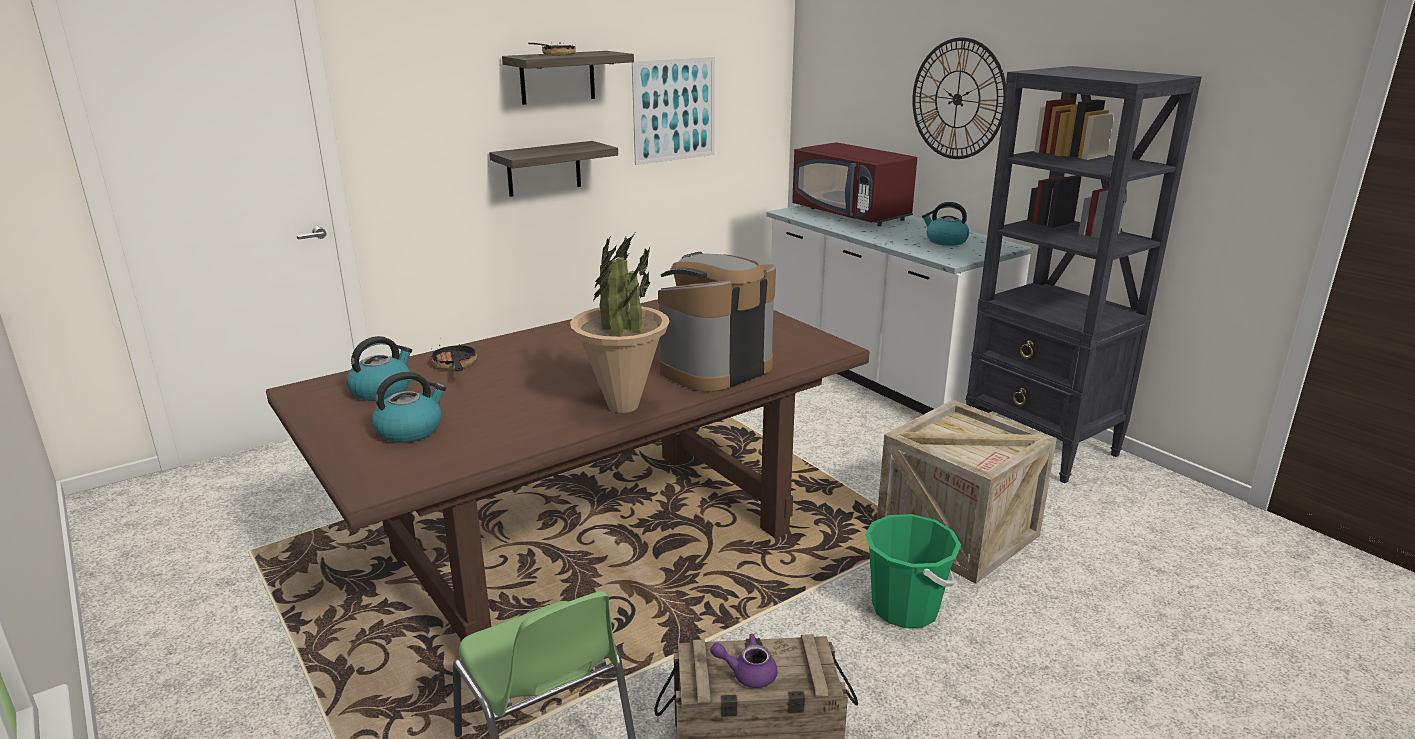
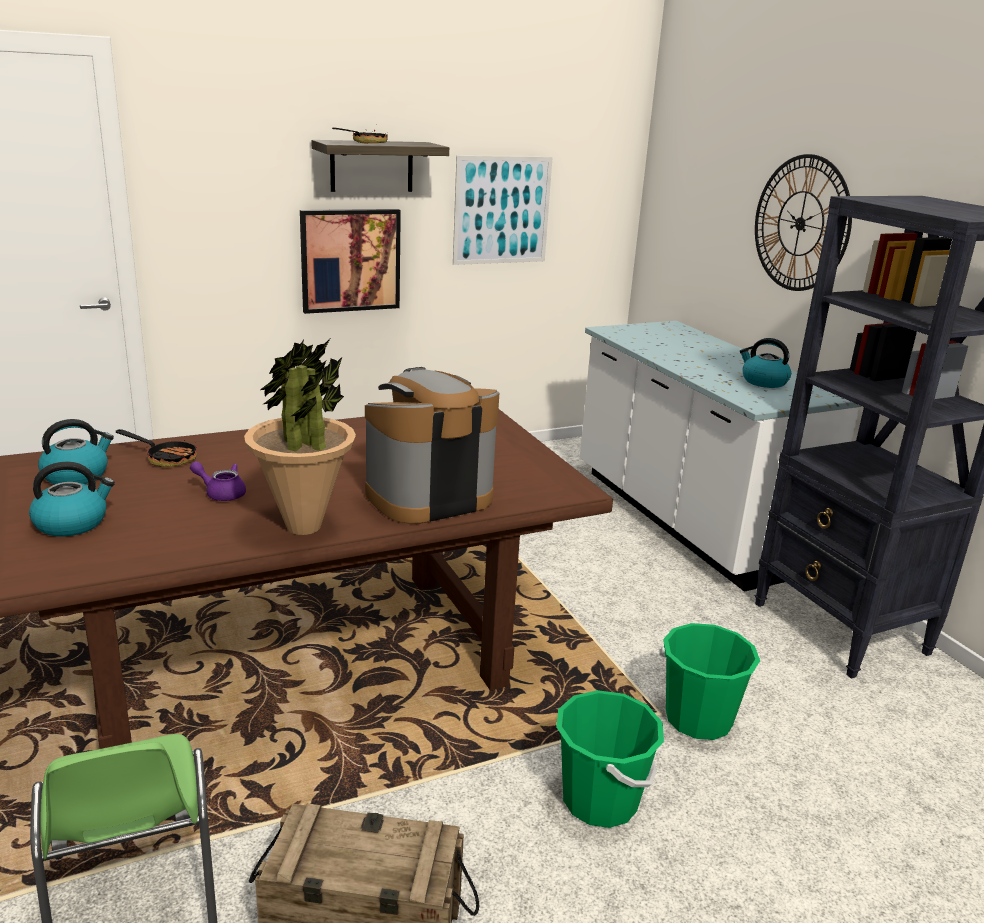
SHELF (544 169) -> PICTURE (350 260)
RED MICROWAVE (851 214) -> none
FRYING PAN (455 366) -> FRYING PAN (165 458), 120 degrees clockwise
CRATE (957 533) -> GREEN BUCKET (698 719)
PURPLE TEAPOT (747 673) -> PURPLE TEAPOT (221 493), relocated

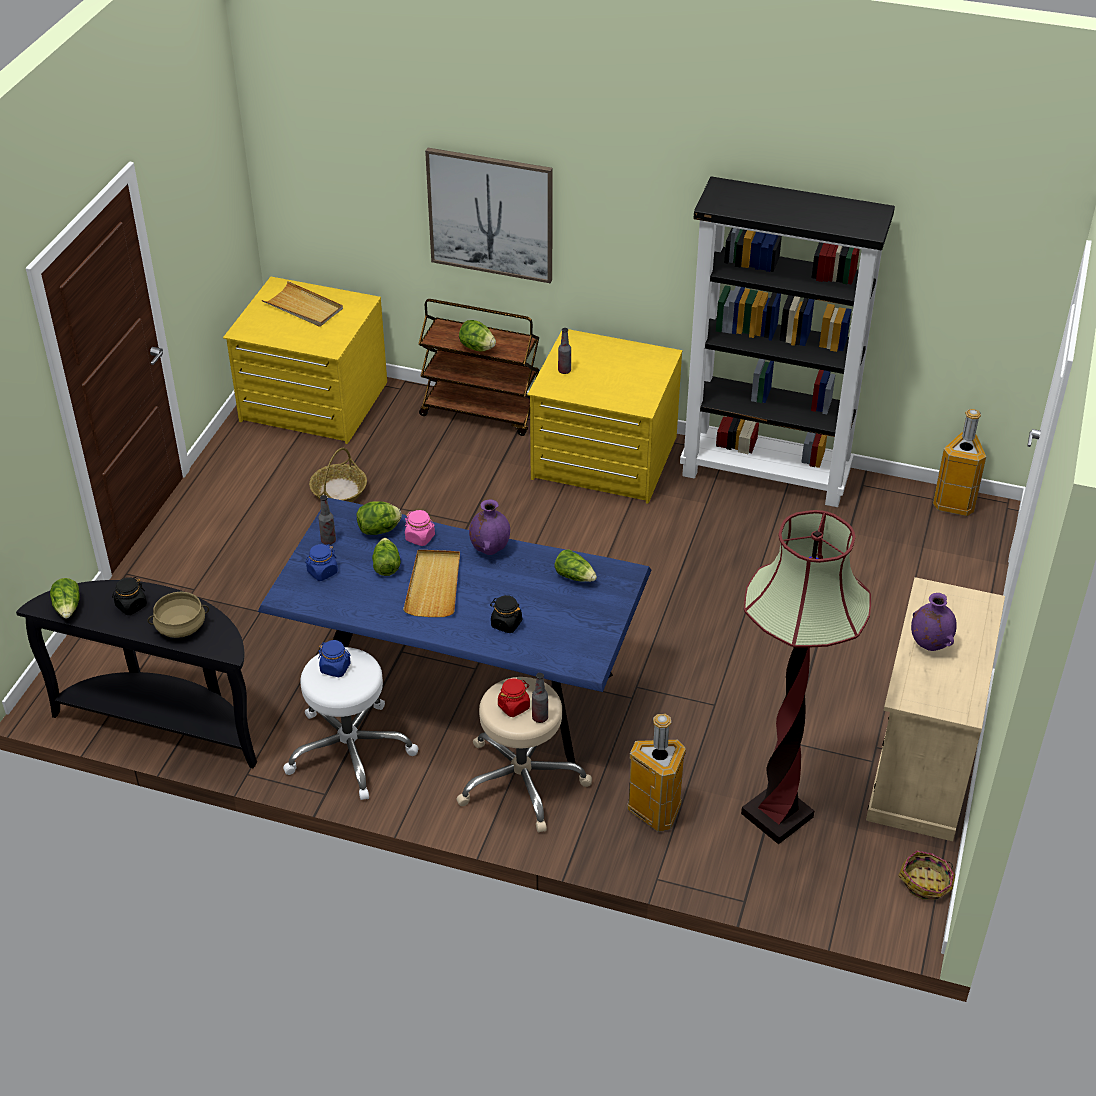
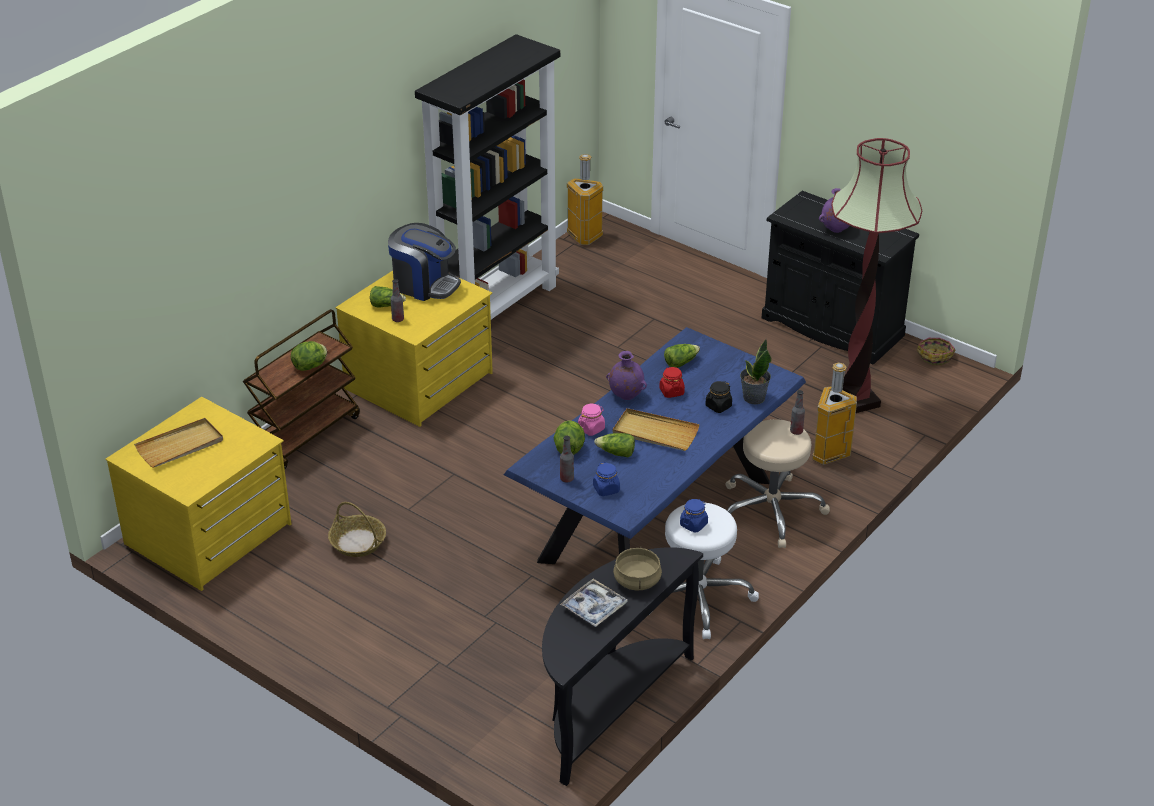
PICTURE (491 214) -> none
BLACK JAR (131 606) -> TRAY (594 608)
BEIGE CABINET (922 763) -> BLACK CABINET (832 327)
LETTUCE (68 608) -> LETTUCE (386 305), relocated
RED JAR (514 706) -> RED JAR (671 391), relocated
none -> COFFEE MACHINE (424 284)
none -> POTTED PLANT (753 397)

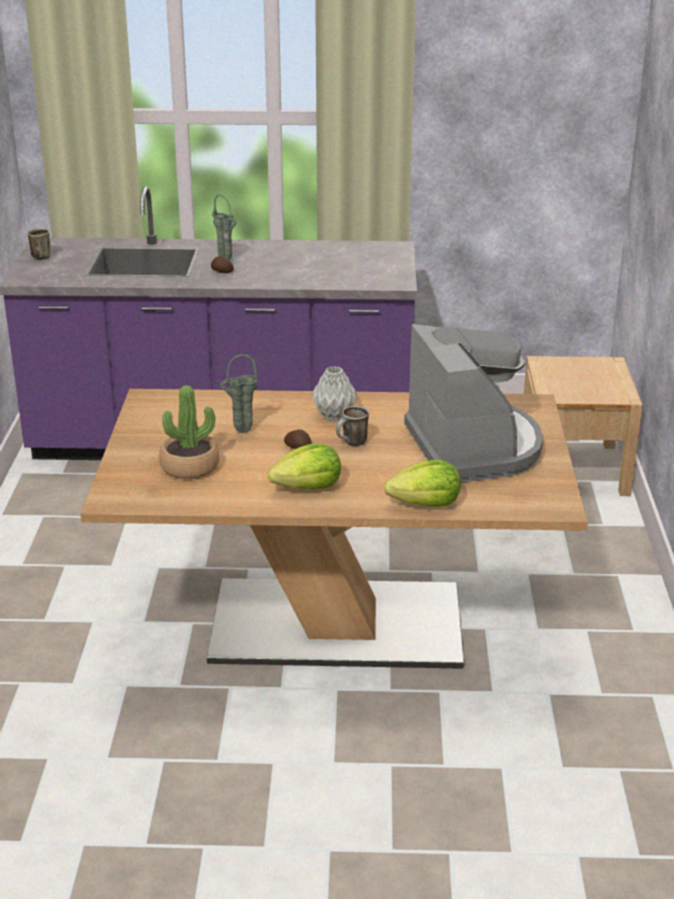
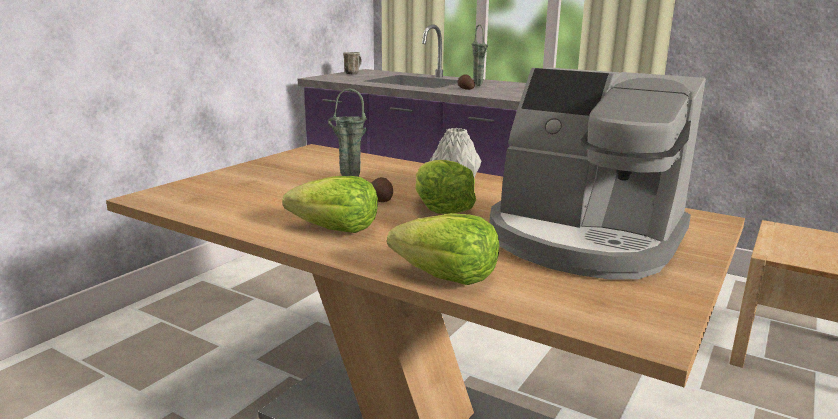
COFFEE MACHINE (474 447) -> COFFEE MACHINE (583 240), 105 degrees clockwise
POTTED PLANT (190 467) -> none
MUG (352 443) -> LETTUCE (441 208)

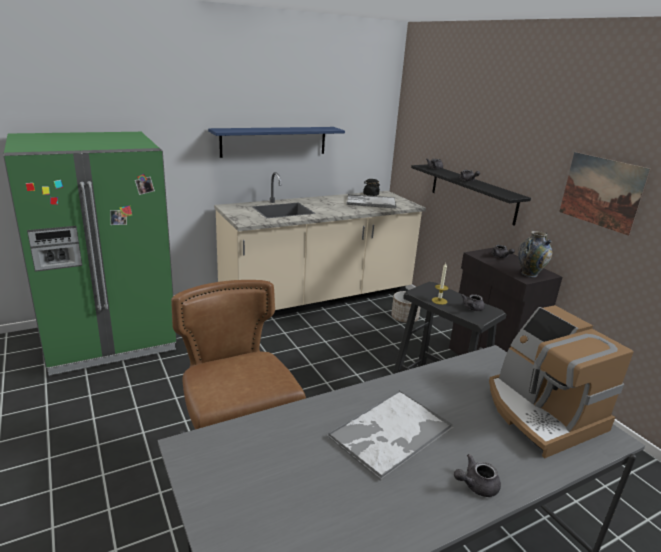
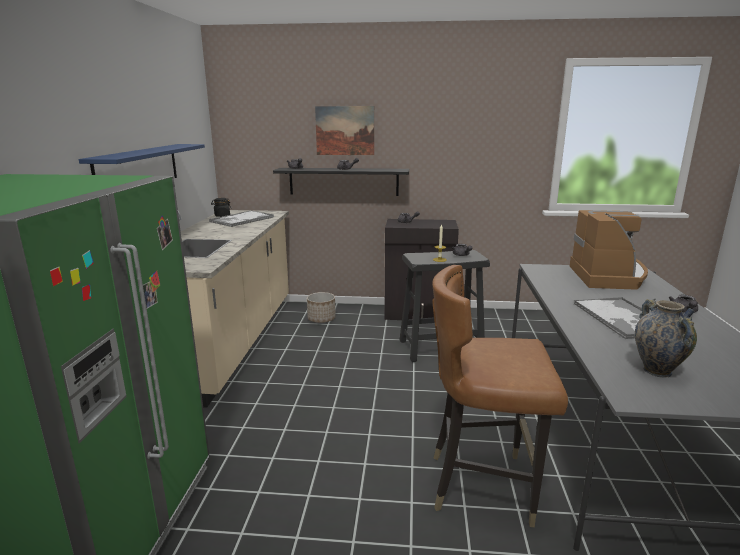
PICTURE (601 192) -> PICTURE (345 130), relocated
VASE (529 274) -> VASE (657 371), relocated
COFFEE MACHINE (540 413) -> COFFEE MACHINE (609 276), 90 degrees counterclockwise

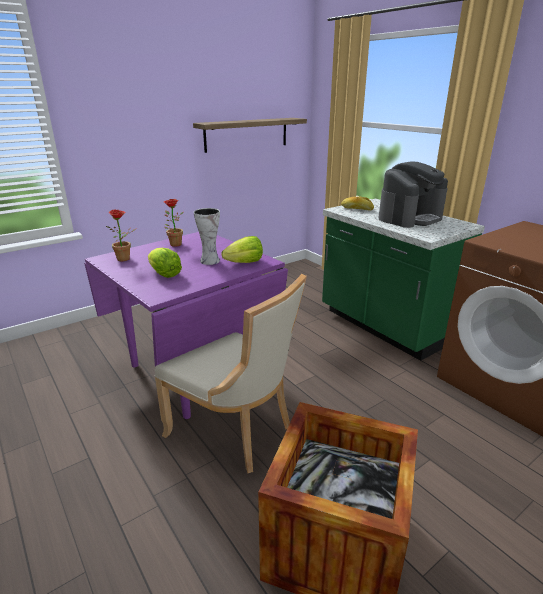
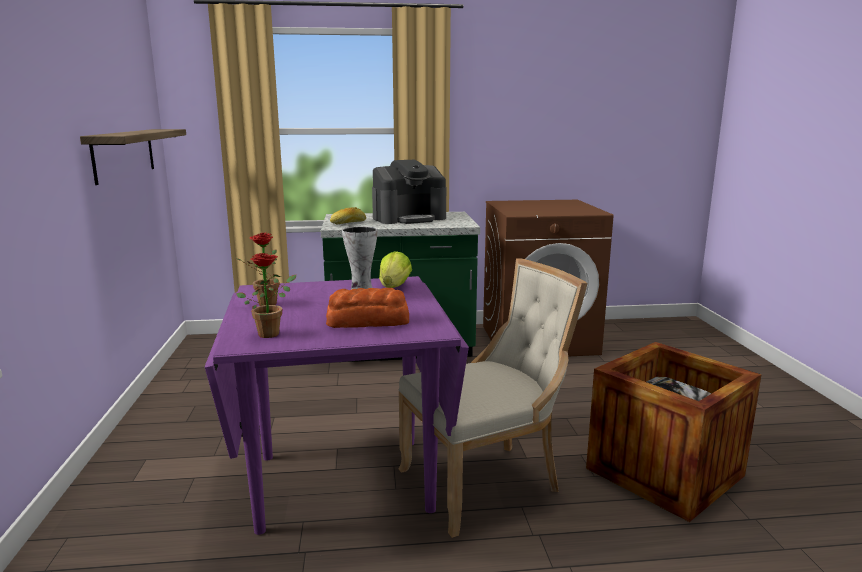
COFFEE MACHINE (410 218) -> COFFEE MACHINE (409 218), 75 degrees clockwise
LETTUCE (164 274) -> BREAD (369 321)

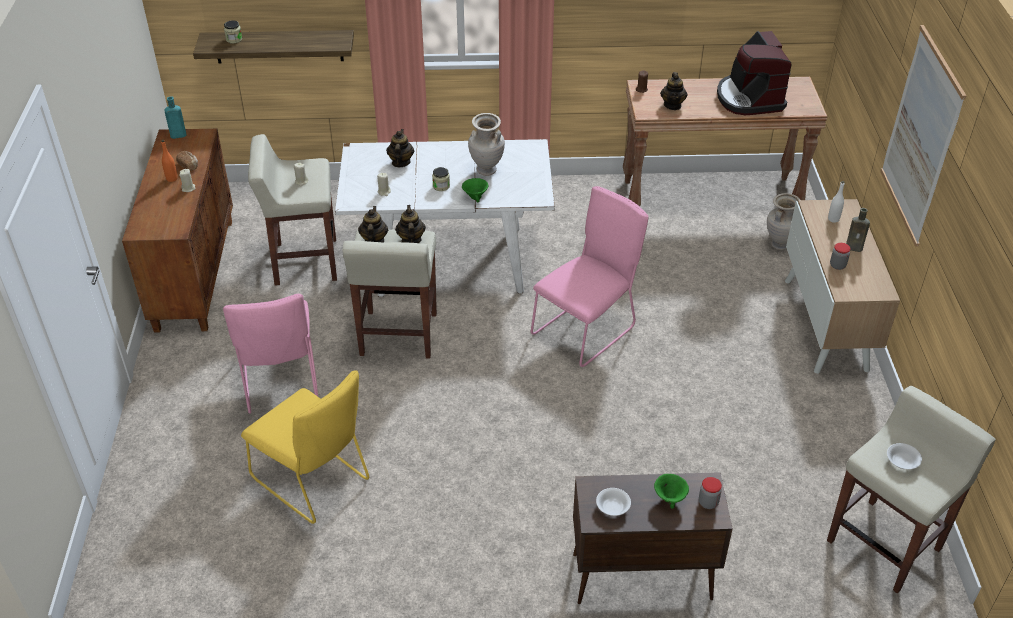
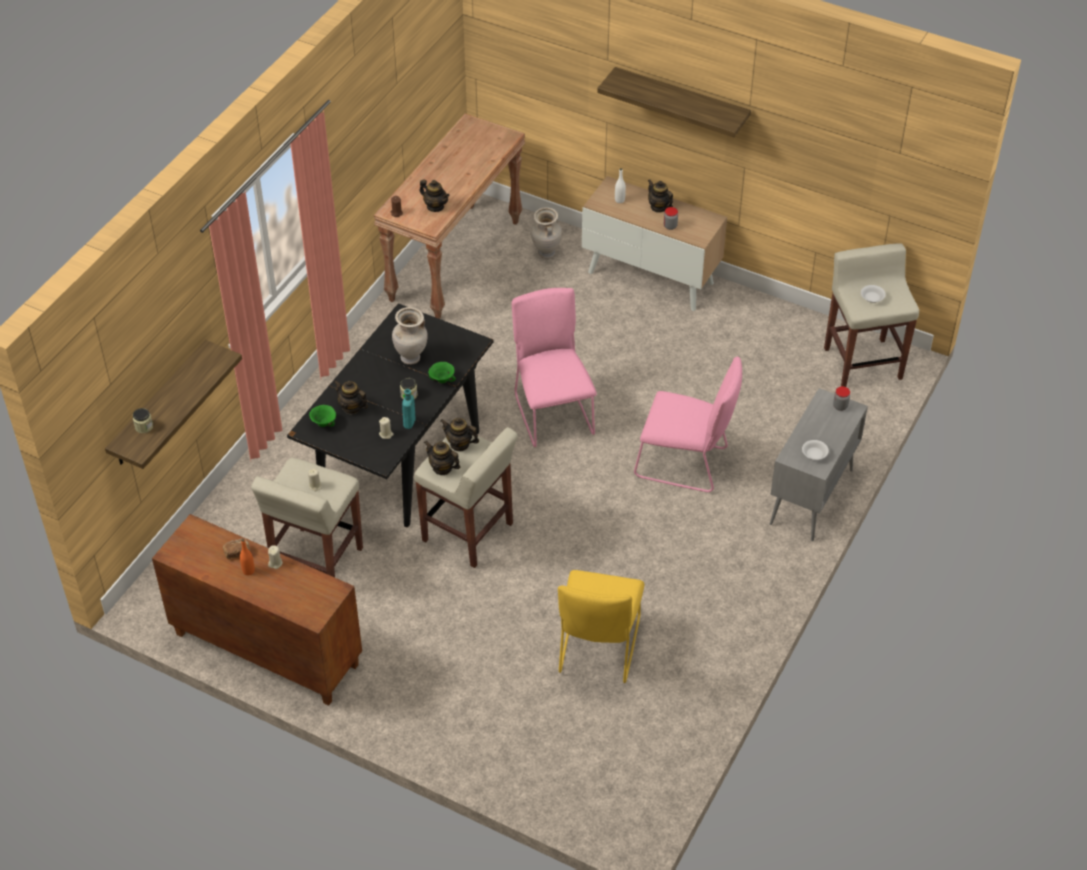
PICTURE (921 137) -> SHELF (681 101)
COFFEE MACHINE (749 98) -> none
TURQUOISE BOTTLE (177 135) -> TURQUOISE BOTTLE (409 423), relocated
WHITE DINING TABLE (449 261) -> BLACK DINING TABLE (399 461)
BROWN BOTTLE (855 248) -> TEAPOT (659 207)
PINK CHAIR (281 383) -> PINK CHAIR (685 463), relocated
YELLOW CHAIR (314 481) -> YELLOW CHAIR (598 649), 120 degrees clockwise
BROWN CABINET (640 577) -> GREY CABINET (811 498)
GREEN BOWL (669 498) -> GREEN BOWL (323 424), relocated

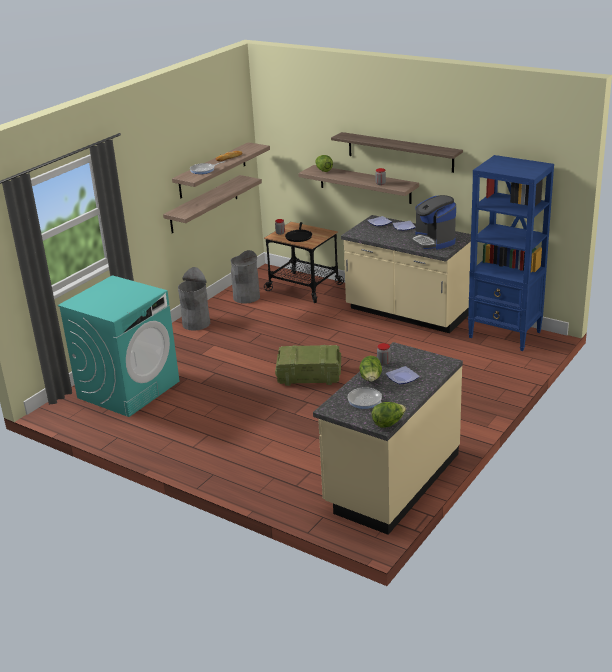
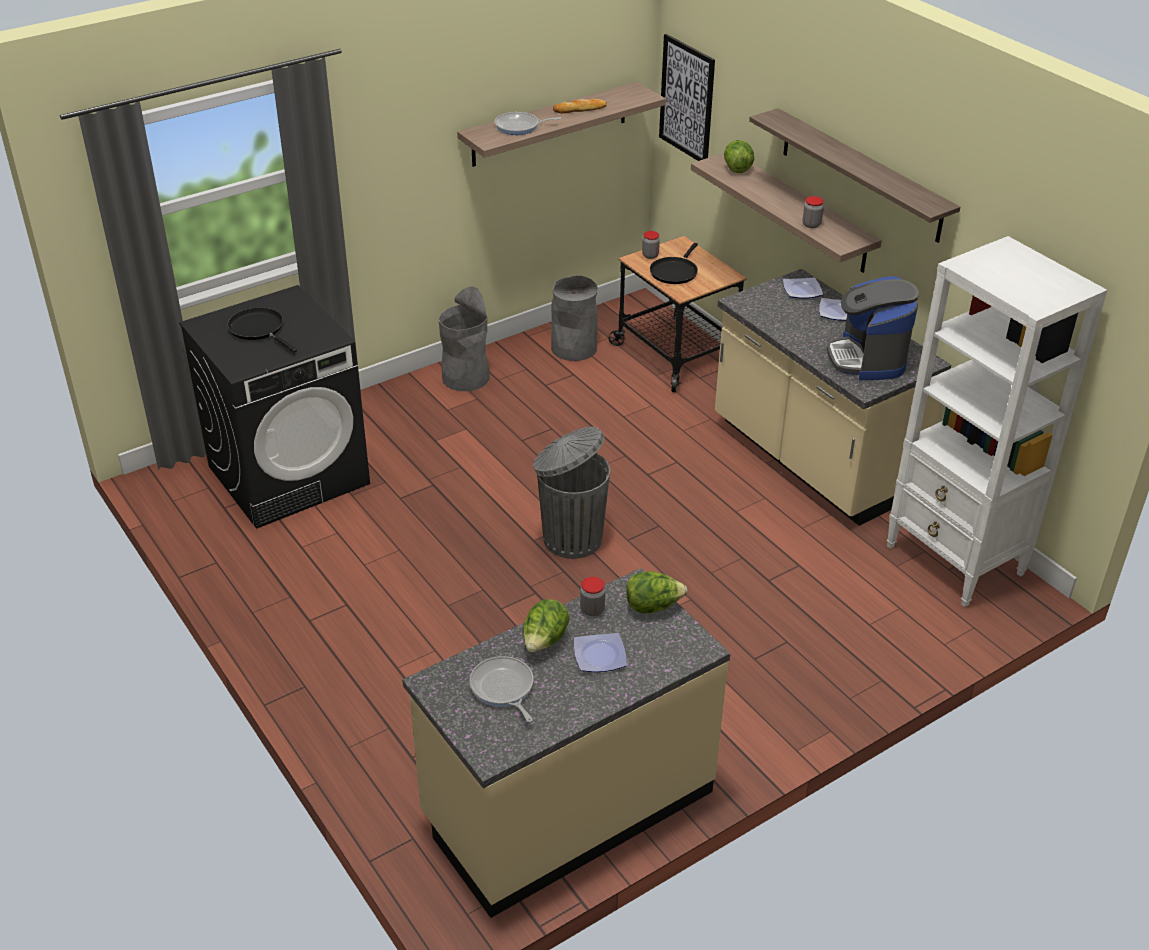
BLUE BOOKCASE (505 335) -> WHITE BOOKCASE (955 561)
SHELF (204 204) -> none
TURQUOISE WASHING MACHINE (129 389) -> BLACK WASHING MACHINE (289 475)
CRATE (308 375) -> GREY TRASH CAN (570 538)
LETTUCE (388 423) -> LETTUCE (653 606), relocated
none -> PICTURE (687 99)
none -> BLACK FRYING PAN (259 329)

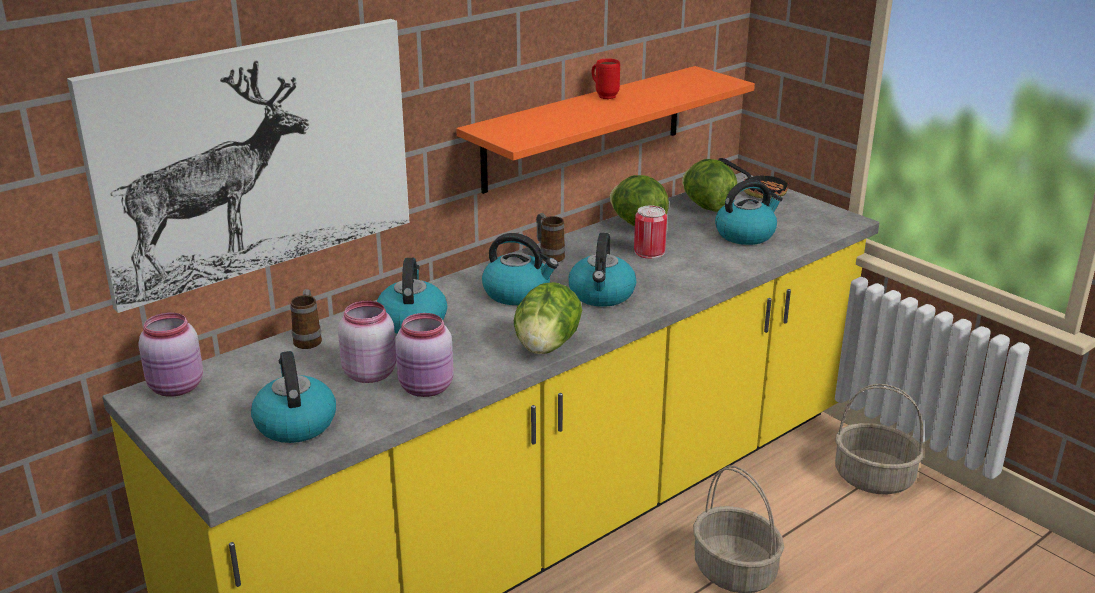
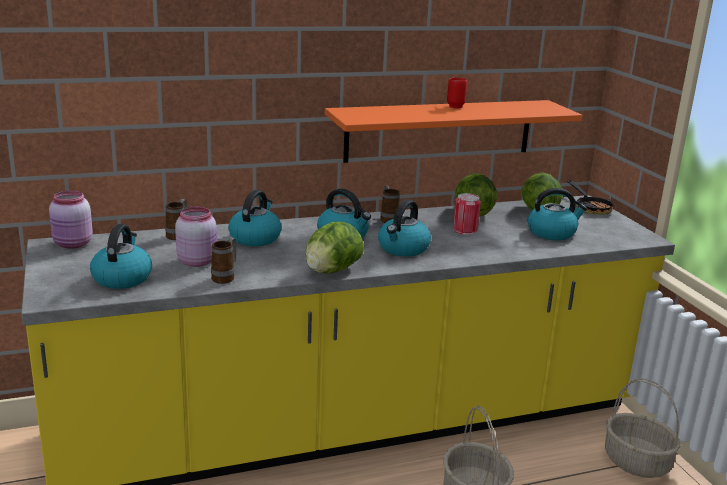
PICTURE (257 158) -> none
PINK JAR (427 388) -> MUG (226 277)

